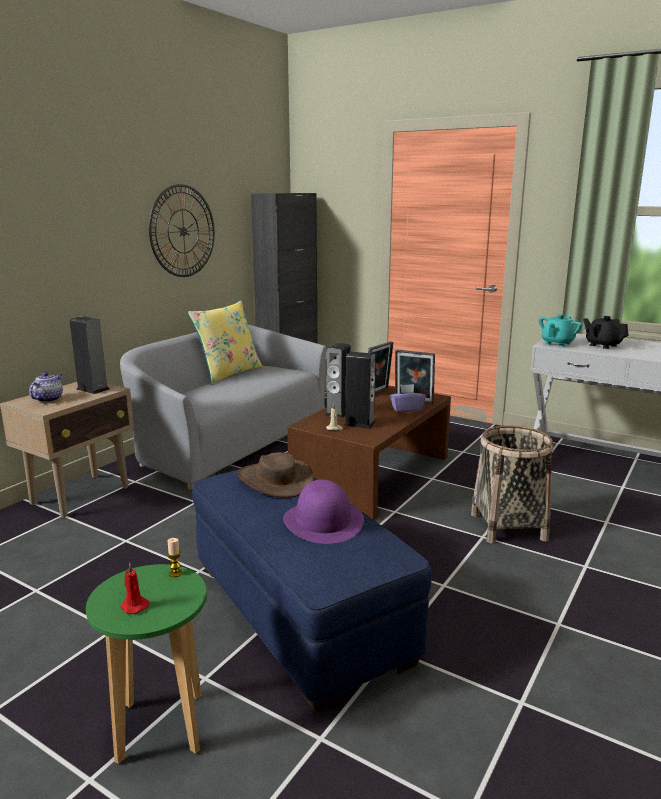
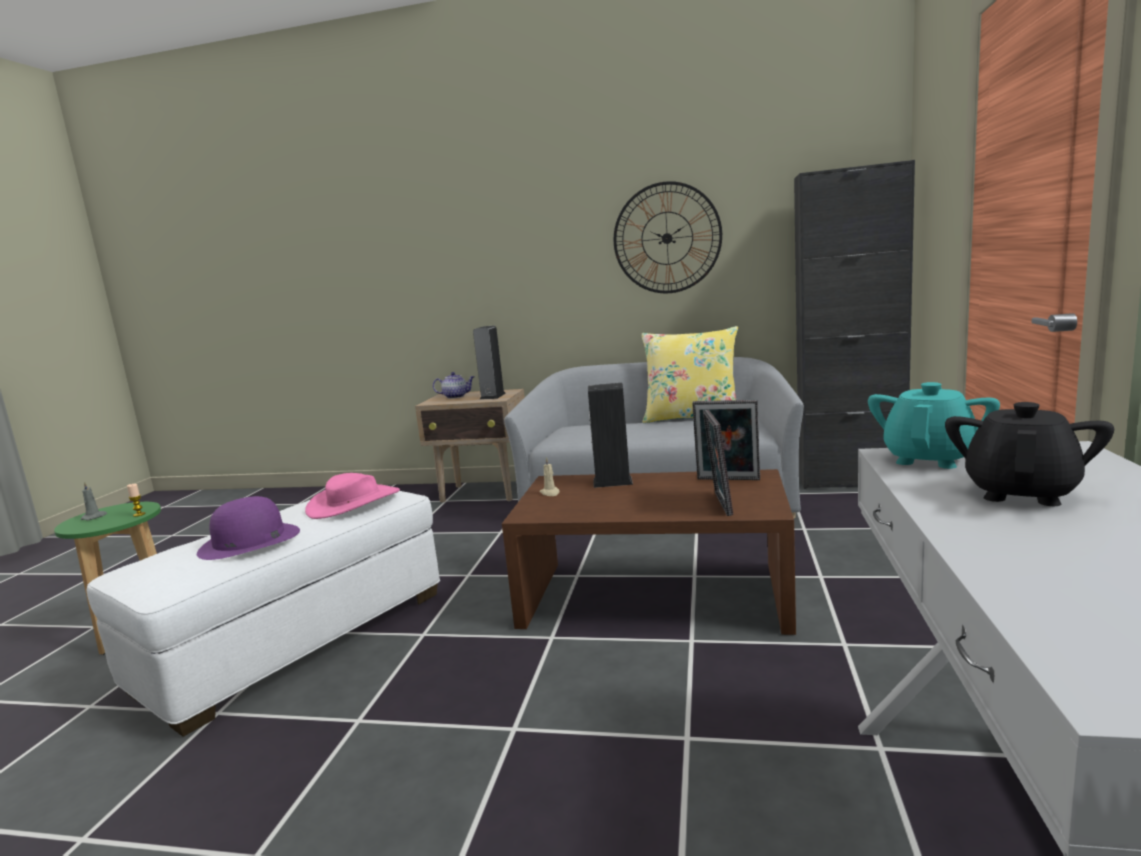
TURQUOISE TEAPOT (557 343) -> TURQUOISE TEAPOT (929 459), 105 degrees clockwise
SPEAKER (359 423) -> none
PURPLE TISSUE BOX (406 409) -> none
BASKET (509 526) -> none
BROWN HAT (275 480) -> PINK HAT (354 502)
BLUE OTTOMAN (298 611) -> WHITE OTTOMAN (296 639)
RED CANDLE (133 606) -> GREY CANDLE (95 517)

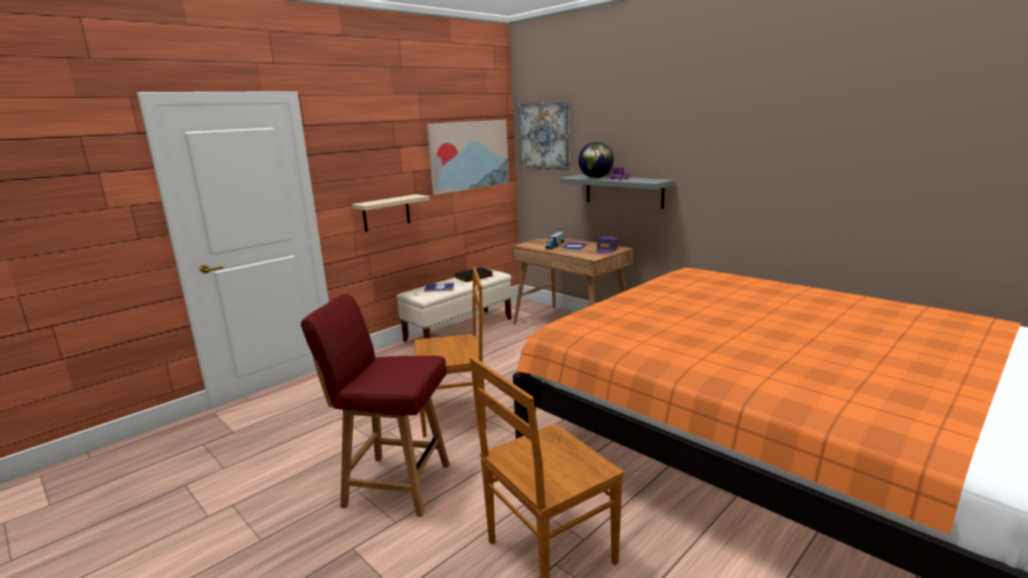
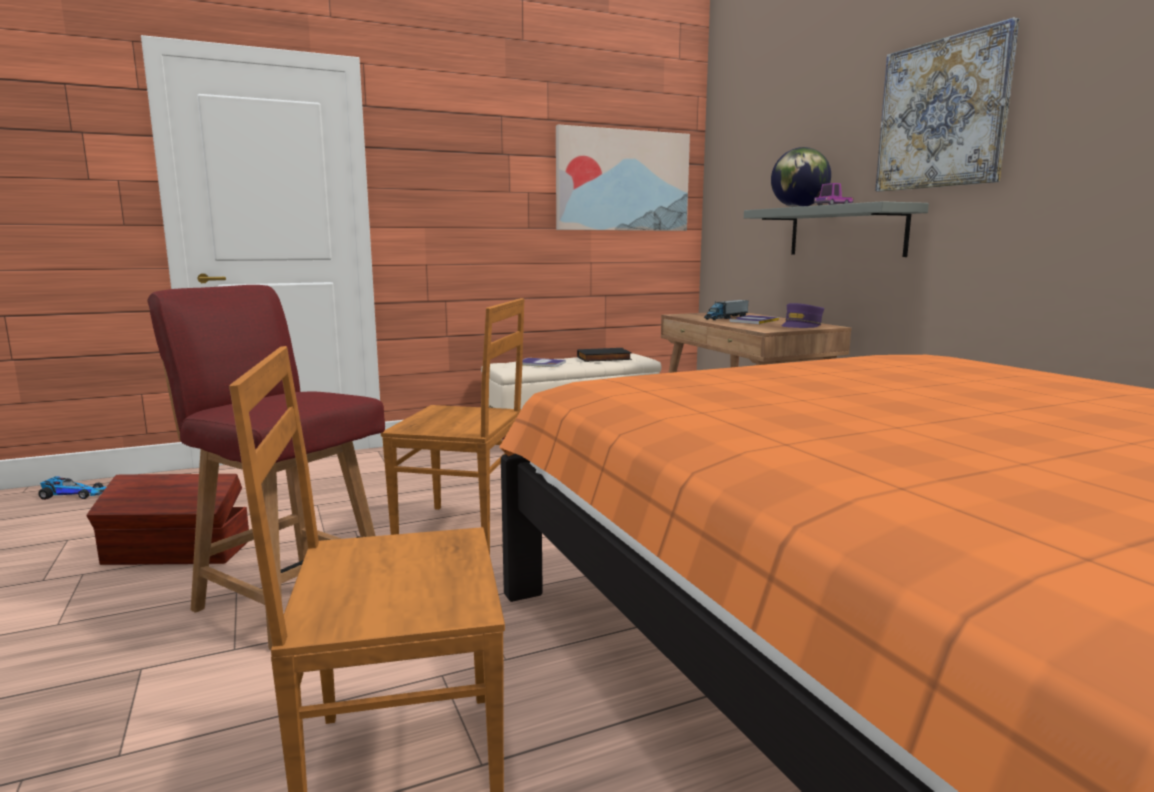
PICTURE (544 136) -> PICTURE (942 114), relocated
BEIGE SHELF (386 213) -> none
none -> BROWN STORAGE BOX (177 553)
none -> TOY CAR (75 494)

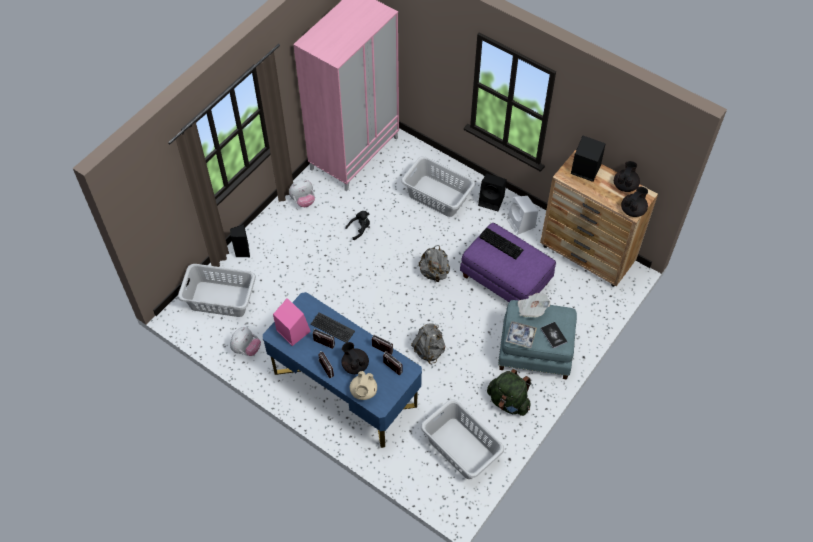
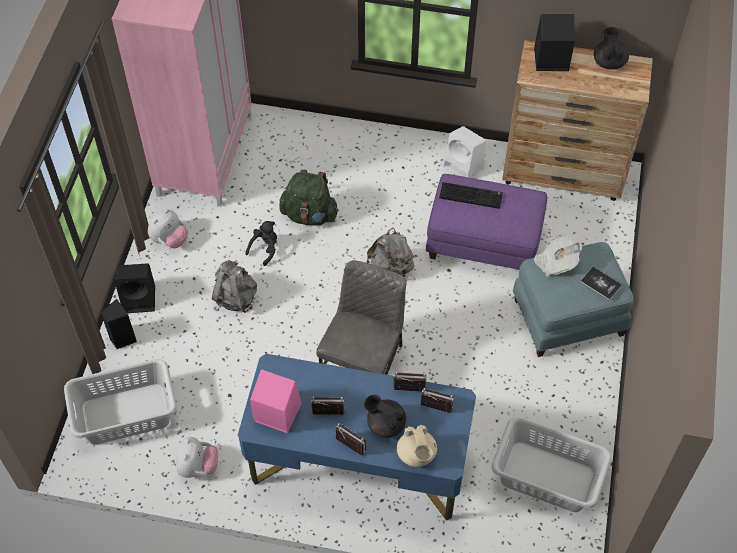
GREY LAUNDRY BASKET (437 196) -> none
BLACK SPEAKER (492 201) -> BLACK SPEAKER (140 299), relocated
BLACK TEAPOT (633 210) -> none
KEYBOARD (332 328) -> none
TRAY (520 336) -> none
GREY BACKPACK (429 350) -> GREY BACKPACK (236 297), relocated
GREEN BACKPACK (508 402) -> GREEN BACKPACK (309 215), relocated
none -> GREY CHAIR (364 362)

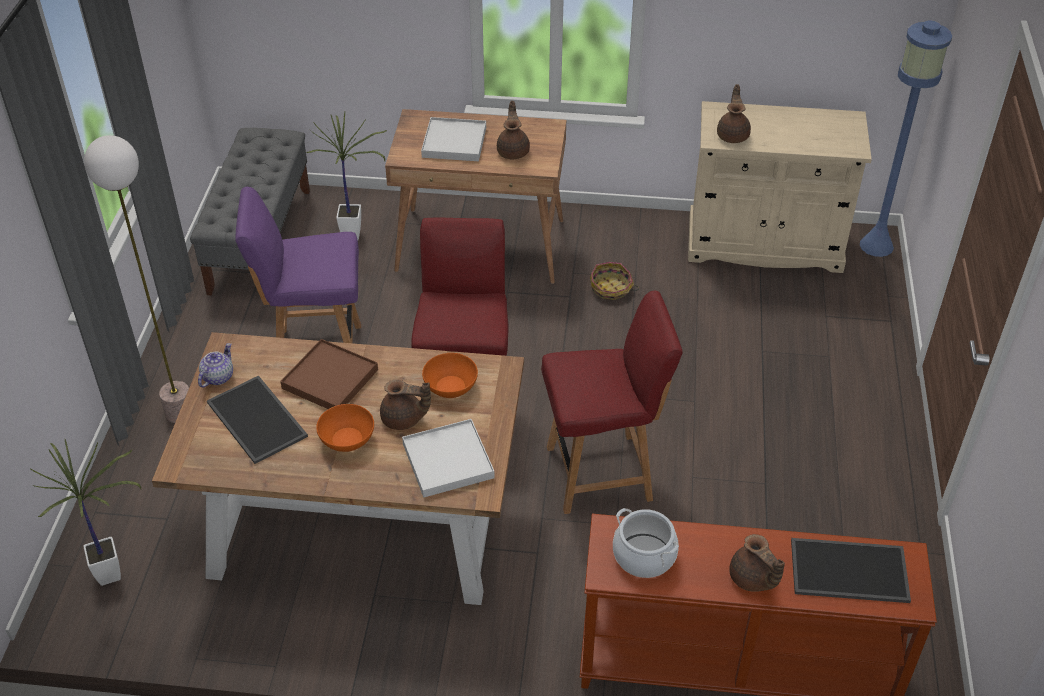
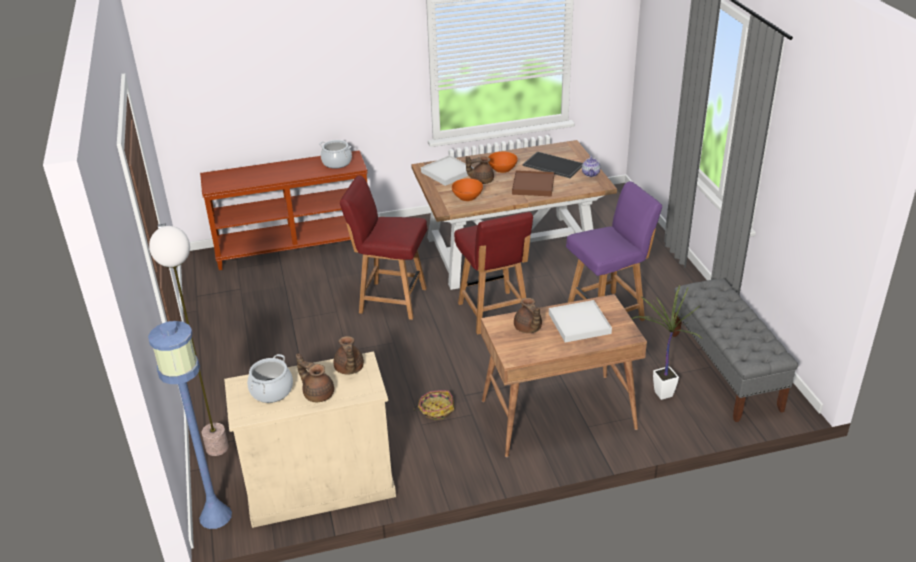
FLOOR LAMP (179 412) -> FLOOR LAMP (217 448), relocated
RED CHAIR (602 473) -> RED CHAIR (391 300), 45 degrees clockwise
POTTED PLANT (115 576) -> none
BROWN TEAPOT (752 579) -> BROWN TEAPOT (318 393), relocated
TRAY (848 572) -> none
none -> COOKING POT (272 391)

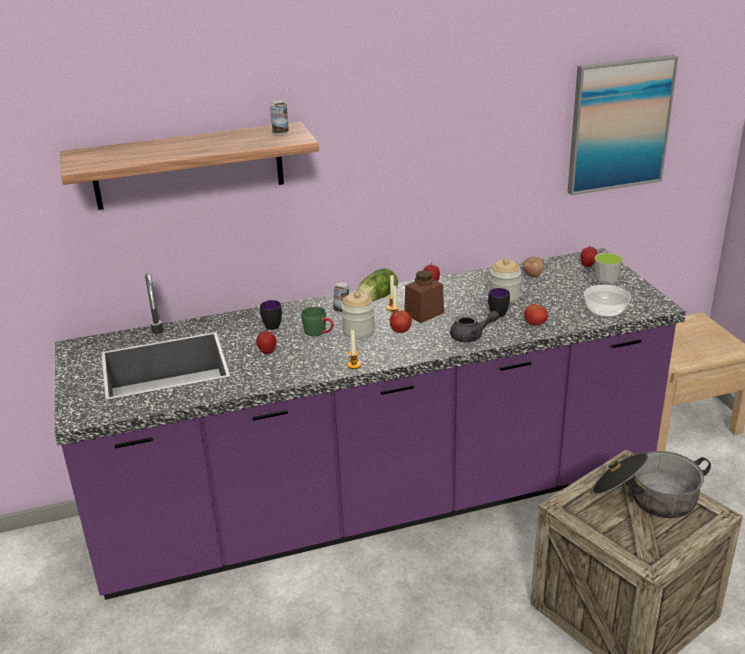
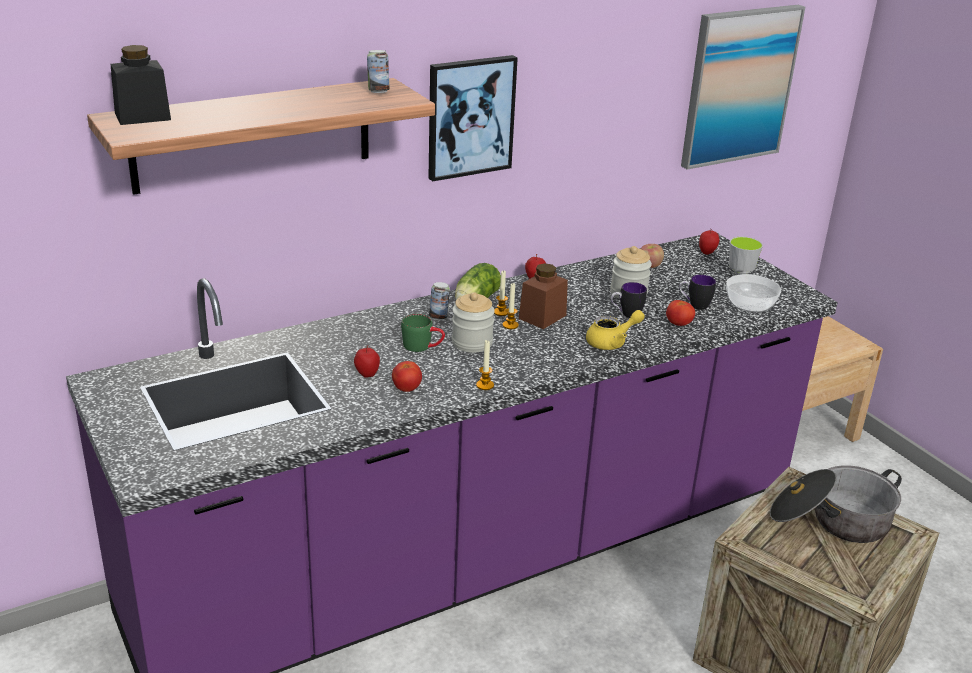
MUG (269 326) -> MUG (694 305), relocated
TOMATO (400 331) -> TOMATO (406 388), relocated
GREY TEAPOT (471 336) -> YELLOW TEAPOT (611 342)
none -> BLACK JAR (142 116)
none -> PICTURE (470 117)

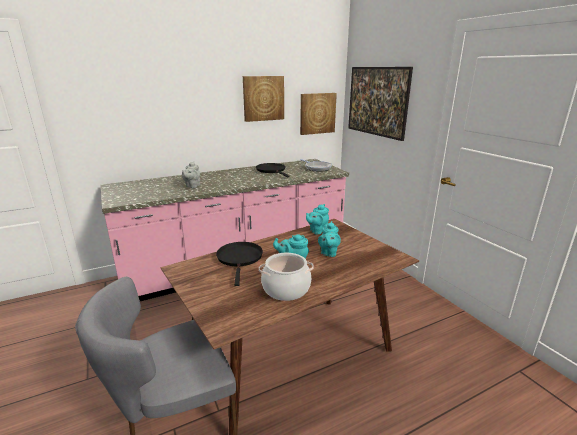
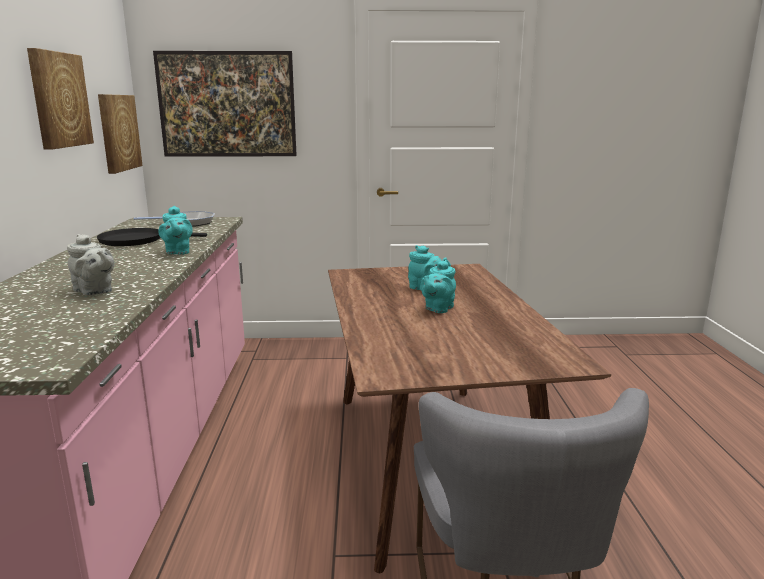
TURQUOISE TEAPOT (317 231) -> TURQUOISE TEAPOT (177 252), relocated
BLACK FRYING PAN (240 258) -> none
COOKING POT (286 289) -> none

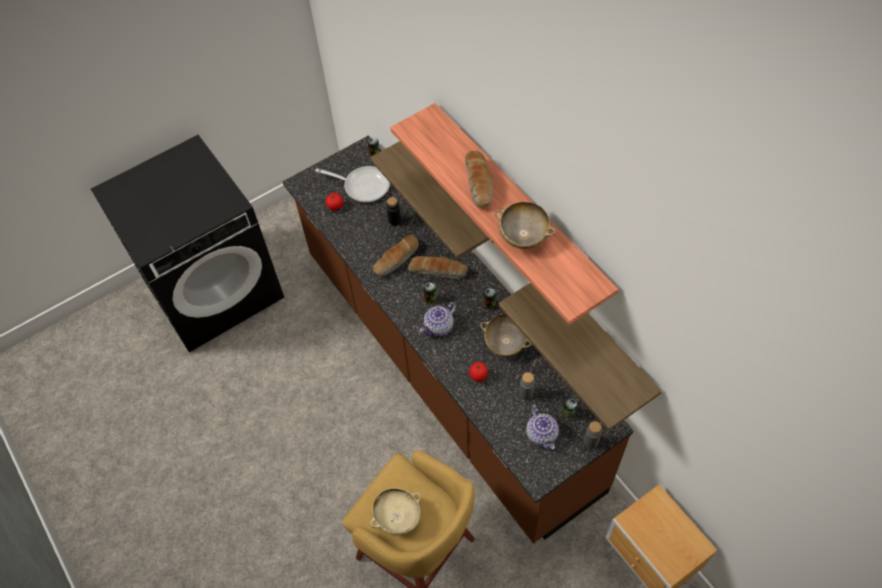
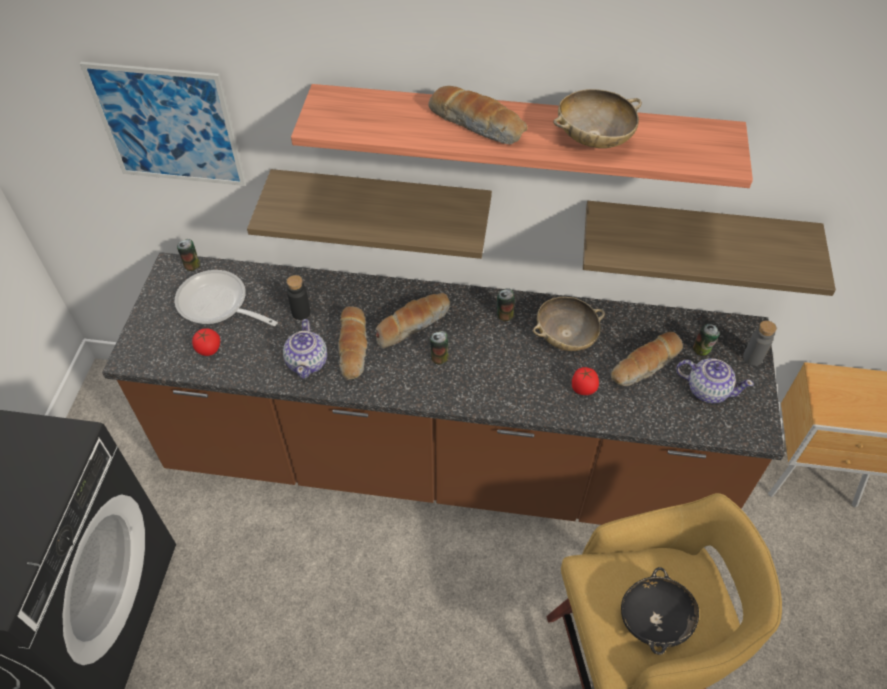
FRYING PAN (363 185) -> FRYING PAN (217 305), 120 degrees counterclockwise
TEAPOT (439 327) -> TEAPOT (308 362), relocated
GREY BOTTLE (526 394) -> BREAD (645 366)
BEIGE BOWL (397 516) -> BLACK BOWL (654 620)
none -> PICTURE (168 126)

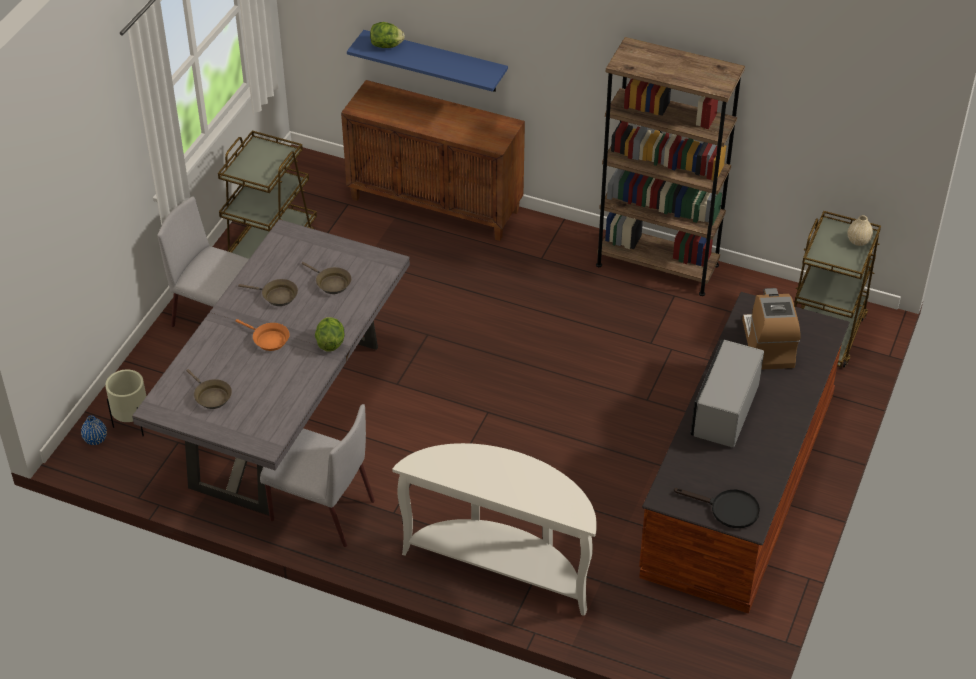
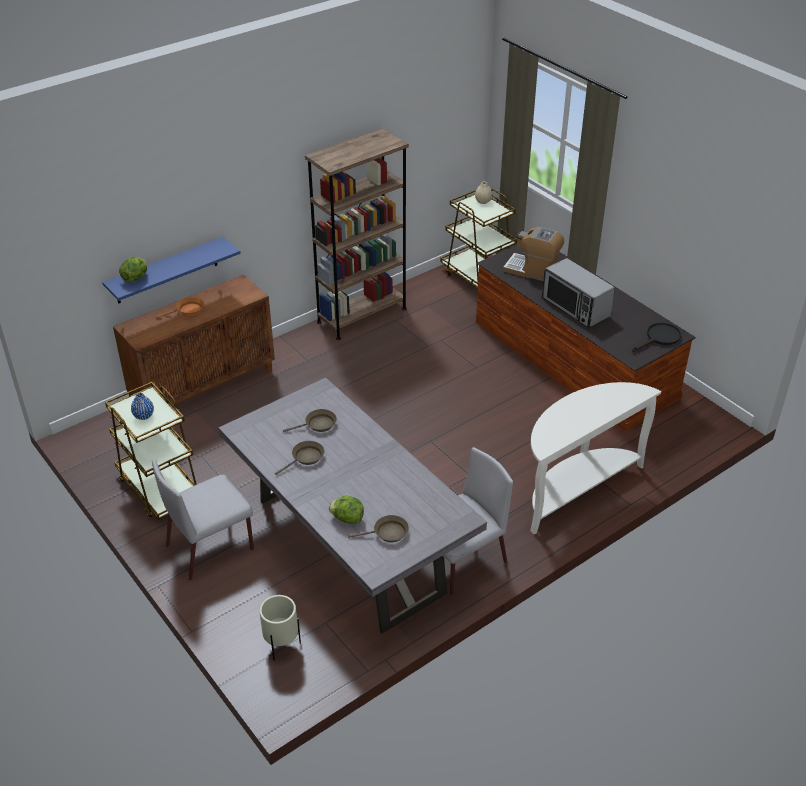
LETTUCE (330 343) -> LETTUCE (347 519), relocated
ORANGE FRYING PAN (268 339) -> ORANGE FRYING PAN (188 310), relocated
BLUE VASE (95 439) -> BLUE VASE (143 416), relocated

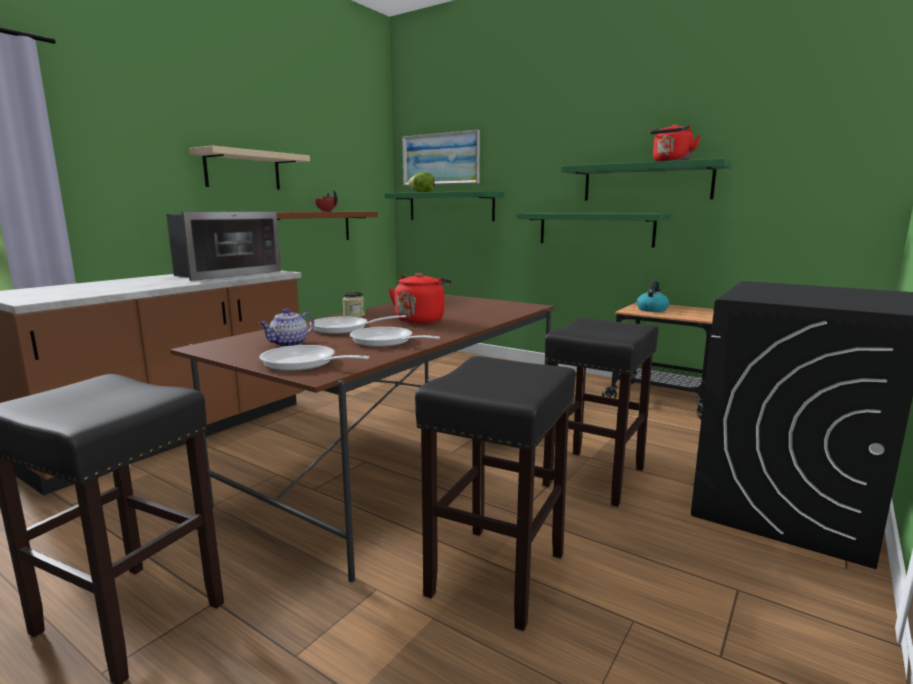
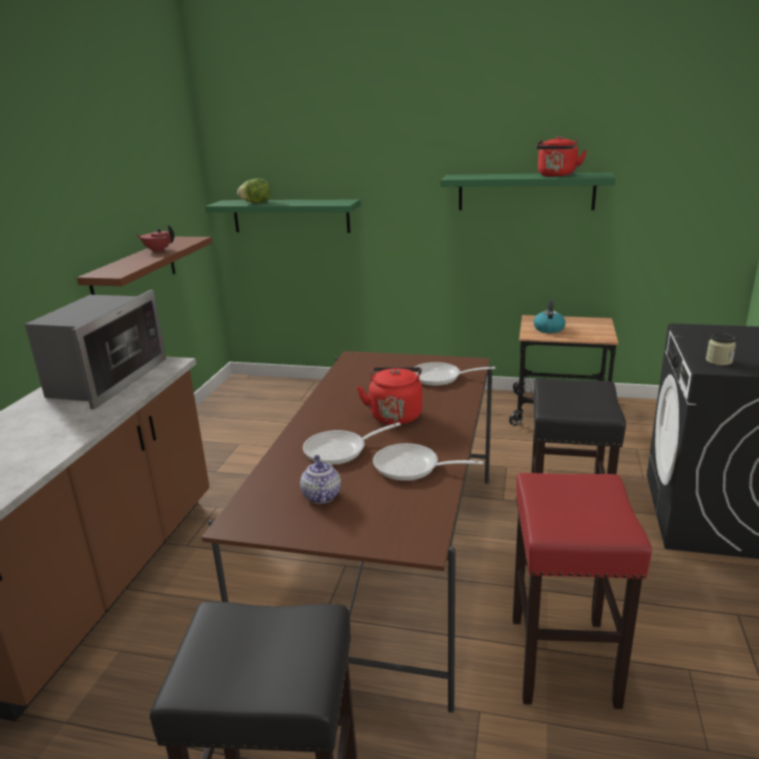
PICTURE (440 159) -> none
BEIGE SHELF (243 170) -> none
GREEN SHELF (595 229) -> none
JAR (354 315) -> JAR (719 361), relocated
TEAPOT (288 344) -> TEAPOT (321 496), 150 degrees clockwise
FRYING PAN (304 364) -> FRYING PAN (440 377), relocated
BLACK STOOL (496 575) -> RED STOOL (564 661)

